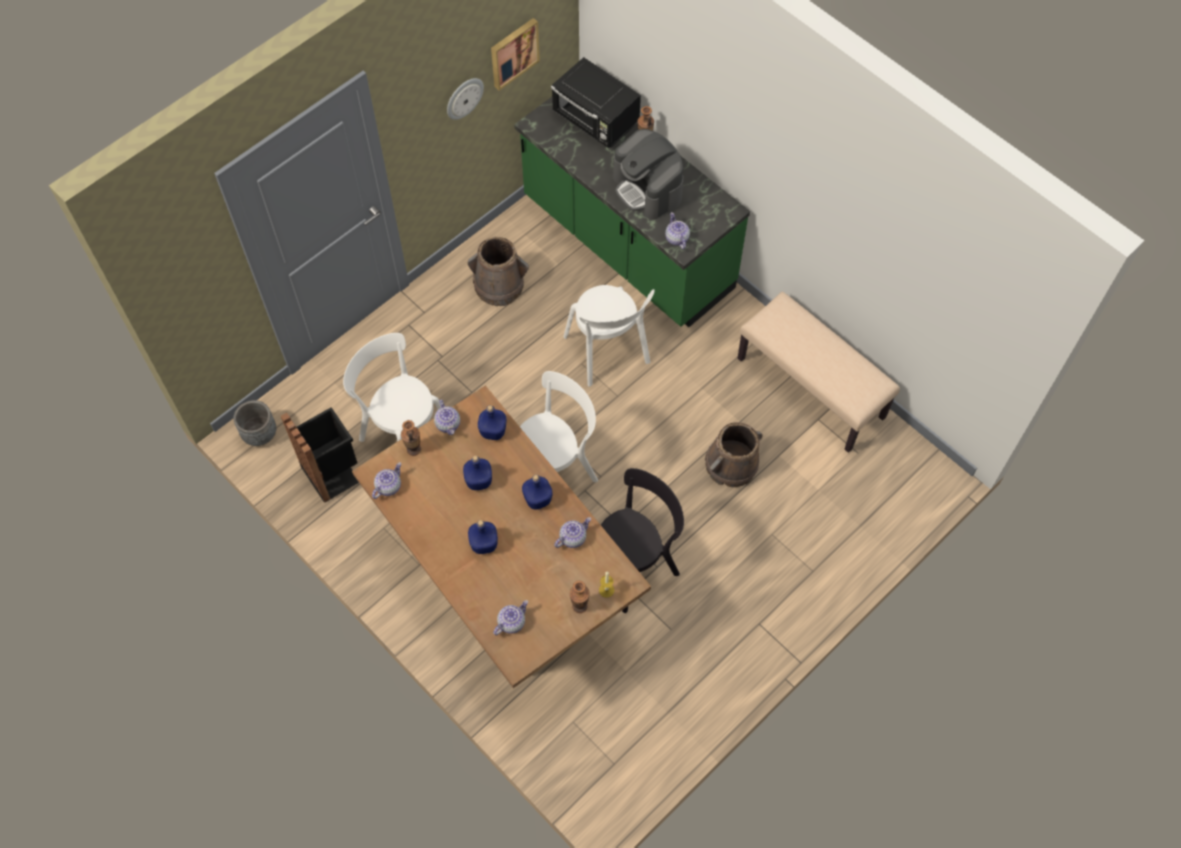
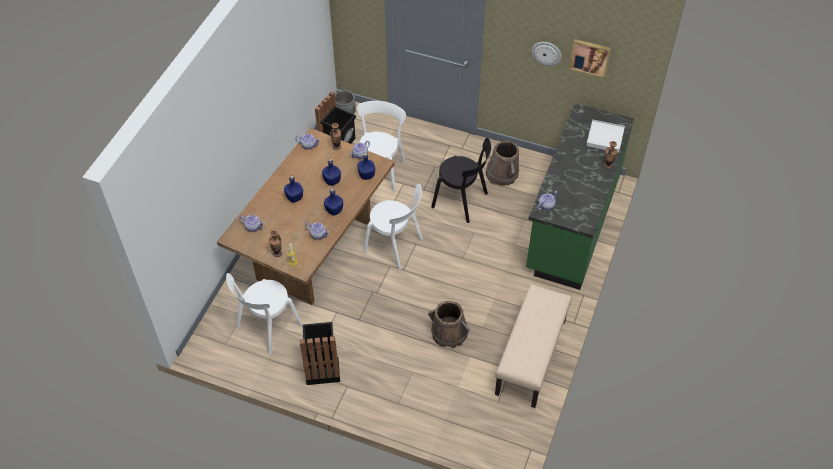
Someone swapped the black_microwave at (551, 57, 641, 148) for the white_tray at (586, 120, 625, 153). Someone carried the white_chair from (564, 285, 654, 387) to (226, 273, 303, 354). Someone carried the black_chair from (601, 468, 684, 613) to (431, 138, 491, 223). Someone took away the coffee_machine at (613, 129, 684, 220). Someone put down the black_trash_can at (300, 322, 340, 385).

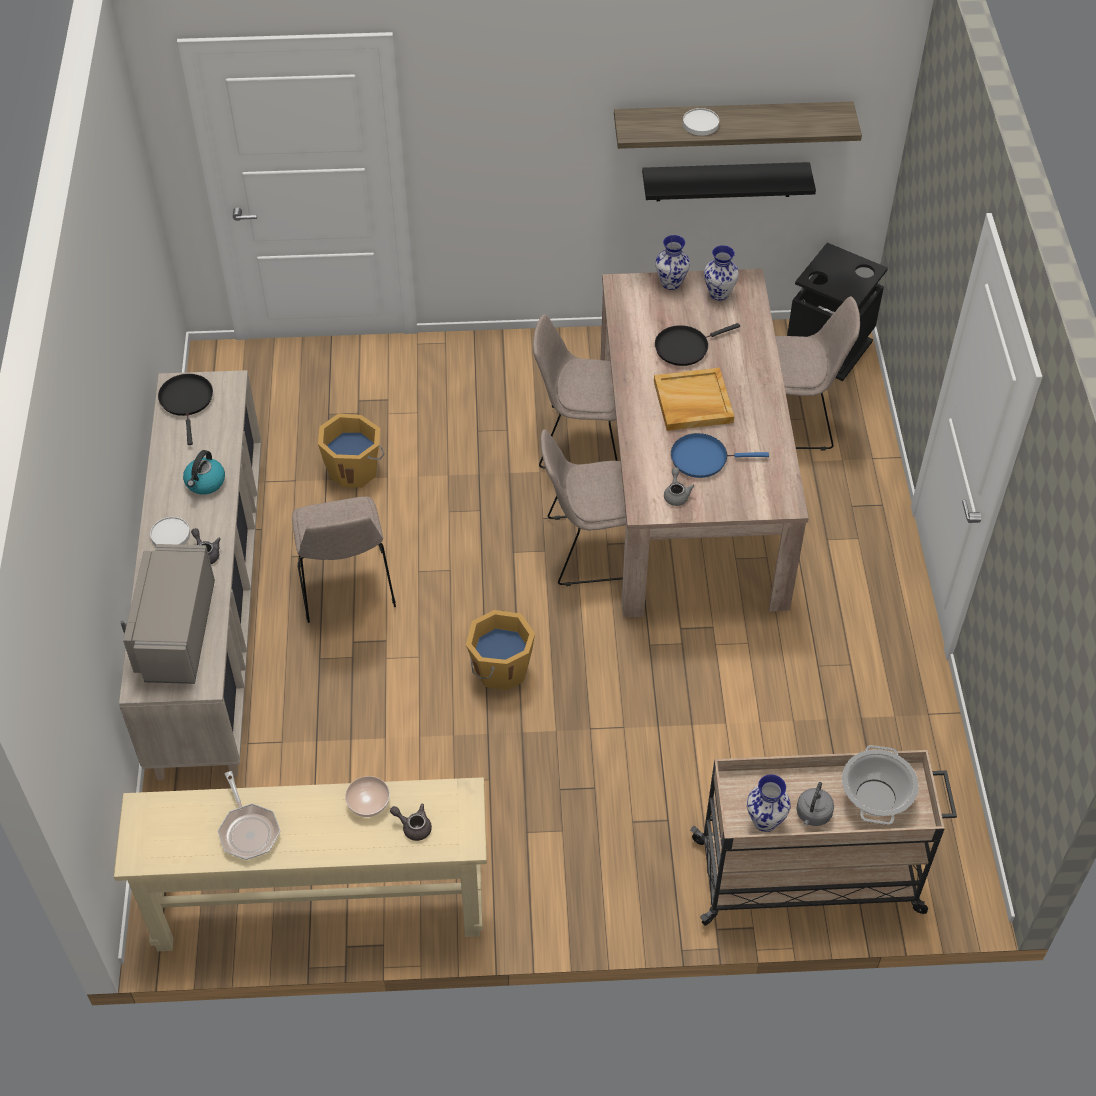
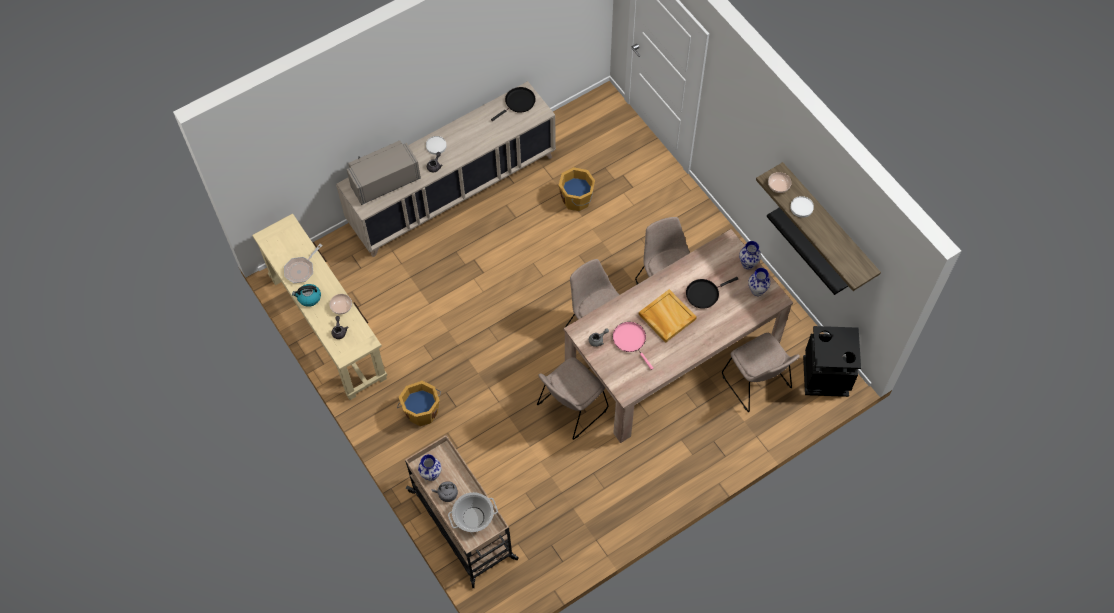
Someone carried the kettle from (183, 450, 225, 495) to (292, 284, 321, 307). Someone carried the beige_chair from (292, 497, 396, 623) to (537, 357, 609, 440). Someone carried the orange_bucket from (466, 610, 535, 690) to (397, 381, 441, 426). Someone rotated the black_frying_pan at (655, 323, 740, 366) by 60 degrees counterclockwise. Someone repainted the blue_frying_pan at (671, 433, 769, 478), which became the pink_frying_pan at (613, 322, 653, 370). Someone put down the bowl at (768, 172, 792, 193).

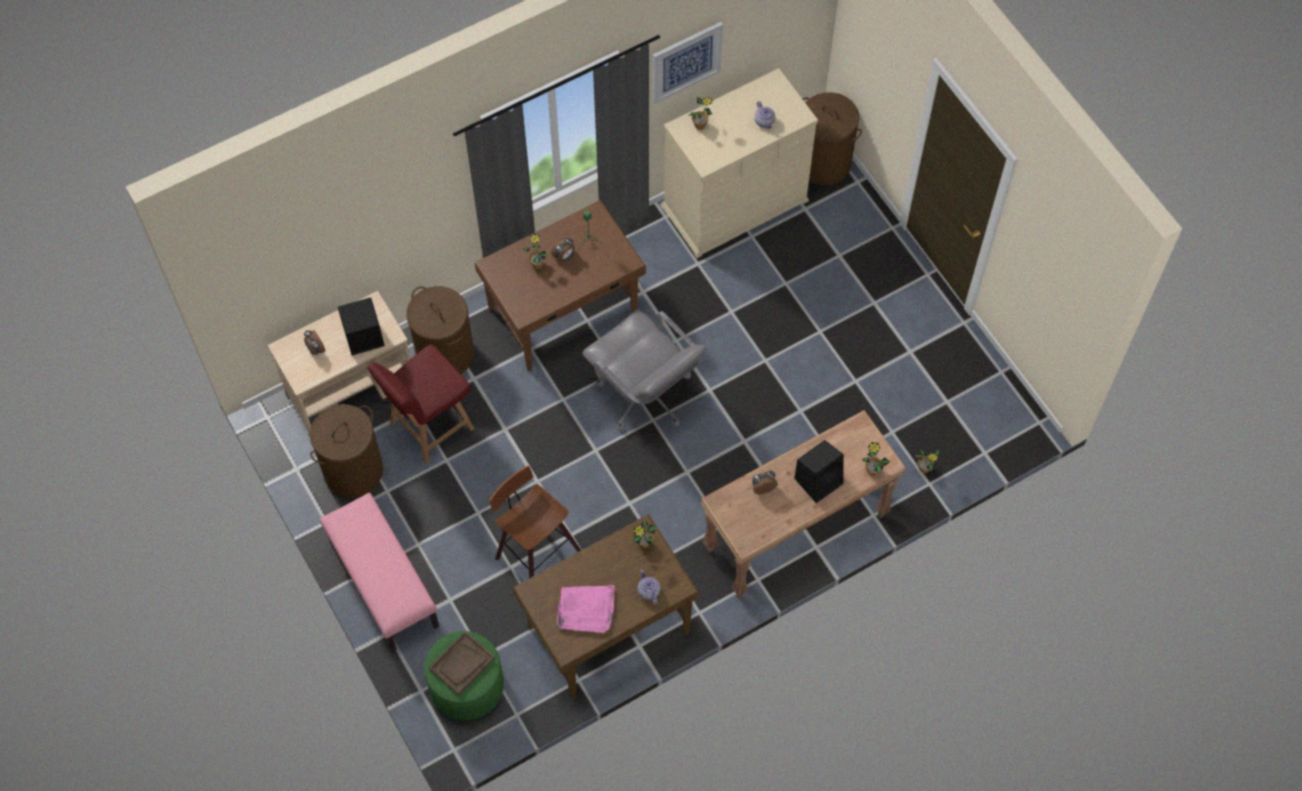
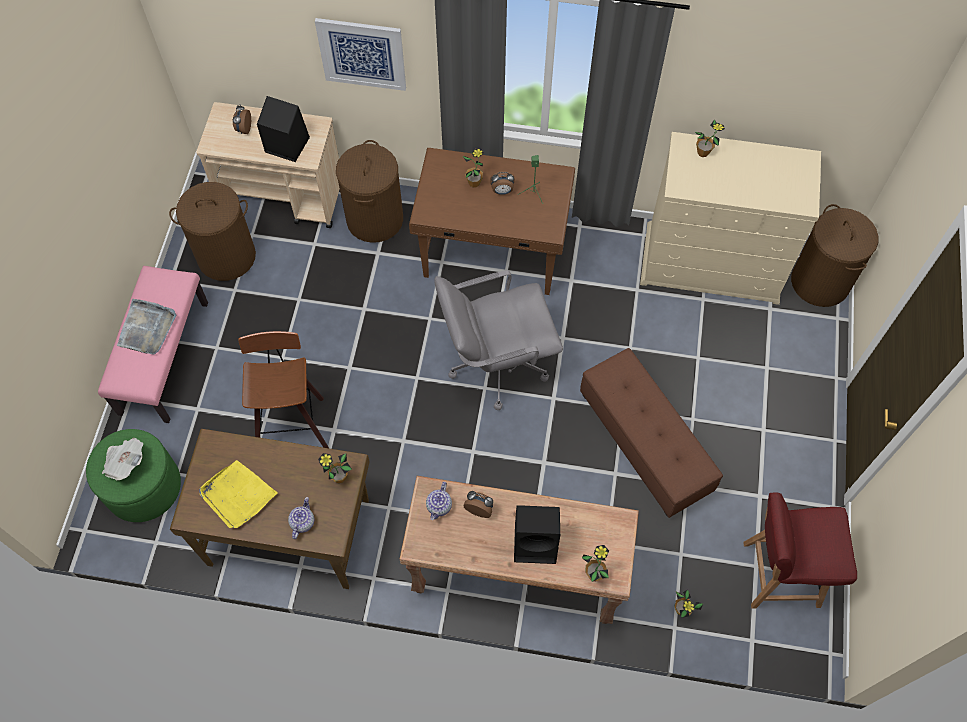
Someone carried the red_chair from (367, 344, 474, 464) to (743, 492, 857, 609). Someone swapped the brown_tray at (429, 631, 495, 695) for the newspaper at (102, 438, 143, 480). Someone repainted the pink_tray at (556, 585, 615, 633), which became the yellow_tray at (199, 460, 277, 528). Someone rotated the grey_office_chair at (583, 309, 706, 431) by 75 degrees clockwise. Someone carried the picture from (653, 22, 723, 104) to (315, 18, 406, 91). Someone carried the teapot from (755, 101, 775, 129) to (426, 482, 452, 520). Someone put down the grey_tray at (117, 299, 176, 355). Someone put down the brown_ottoman at (580, 348, 723, 518).

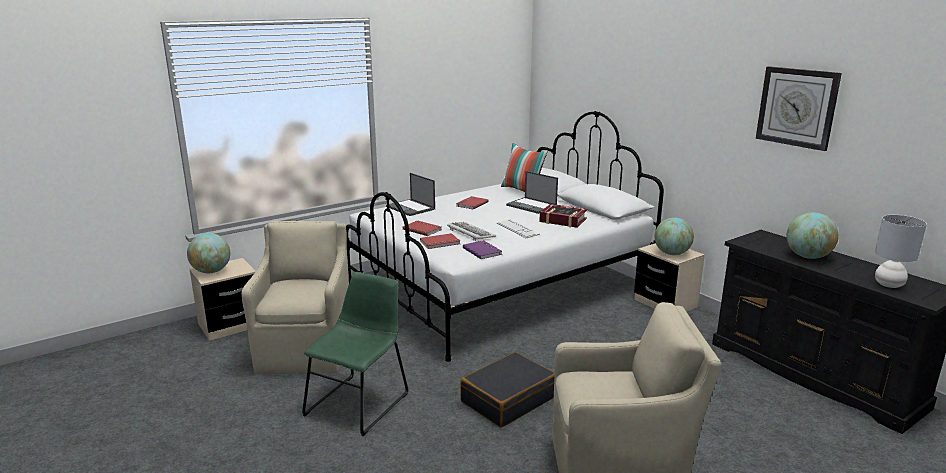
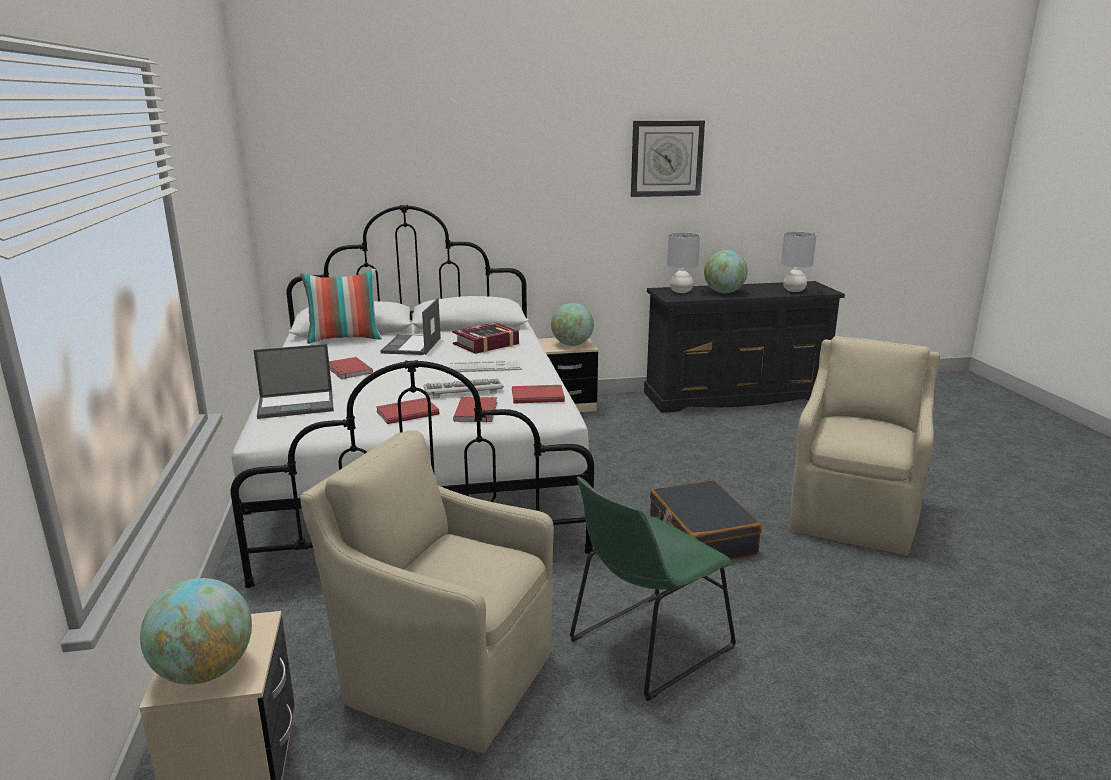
Someone rotated the green_chair at (302, 272, 409, 436) by 90 degrees counterclockwise. Someone repainted the purple_book at (463, 240, 502, 259), which became the red_book at (512, 385, 565, 404). Someone rotated the laptop at (506, 171, 558, 214) by 120 degrees clockwise. Someone put down the grey_table_lamp at (667, 232, 700, 293).

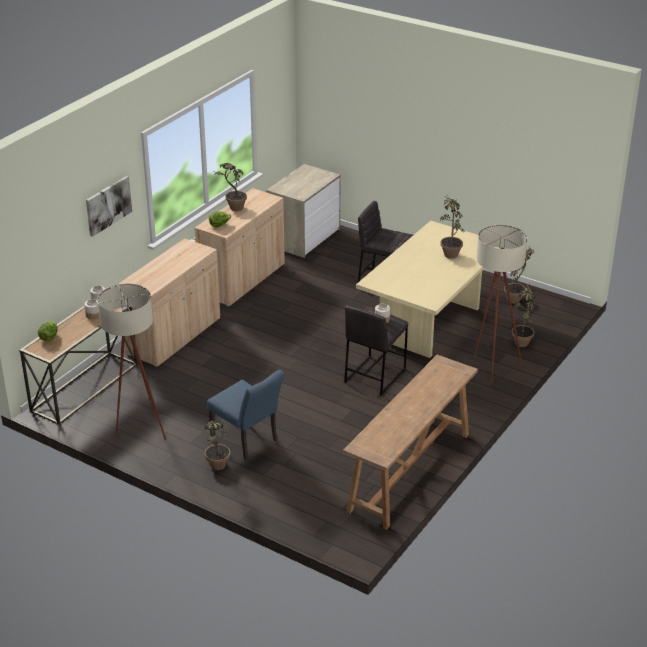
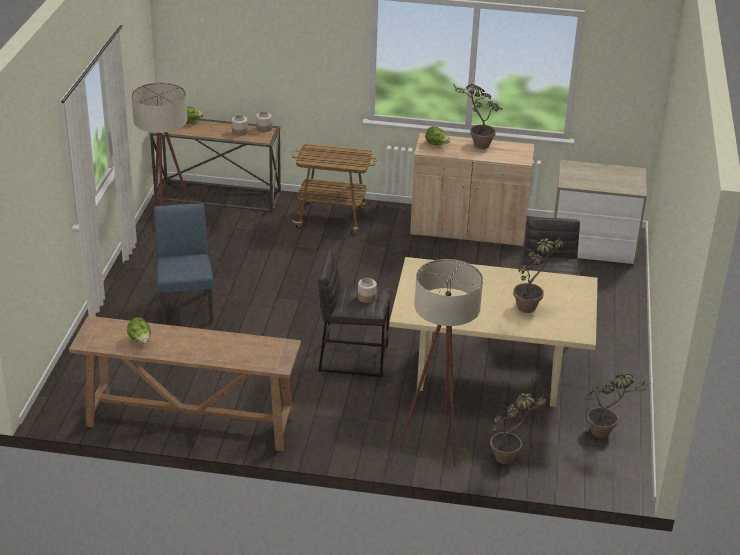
Someone took away the picture at (86, 176, 132, 237). Someone swapped the beige_cabinet at (119, 238, 220, 367) for the cart at (292, 144, 377, 235). Someone took away the potted_plant at (205, 421, 230, 470). Someone rotated the blue_chair at (207, 370, 284, 460) by 150 degrees clockwise. Someone put down the lettuce at (127, 318, 151, 344).

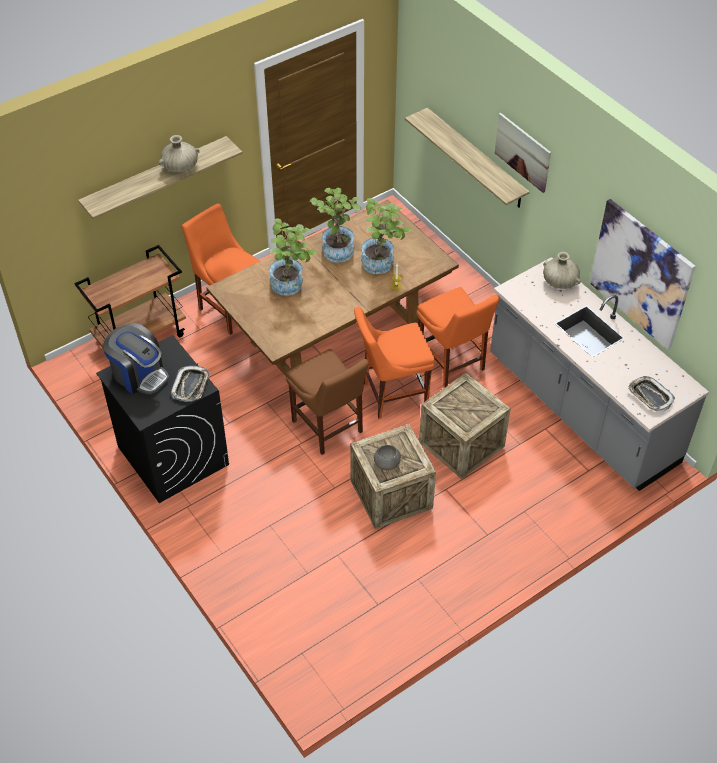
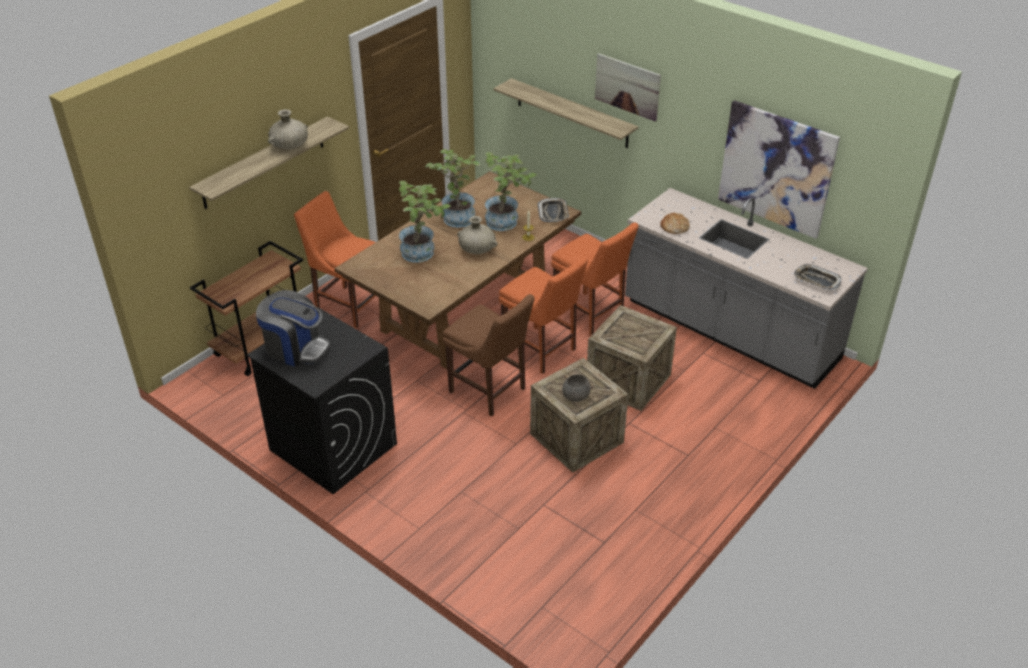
Someone carried the tray from (171, 366, 209, 402) to (538, 198, 569, 222). Someone rotated the orange_chair at (354, 307, 435, 419) by 105 degrees counterclockwise. Someone carried the beige_vase from (543, 252, 581, 289) to (457, 216, 497, 254). Someone put down the bread at (660, 213, 690, 234).

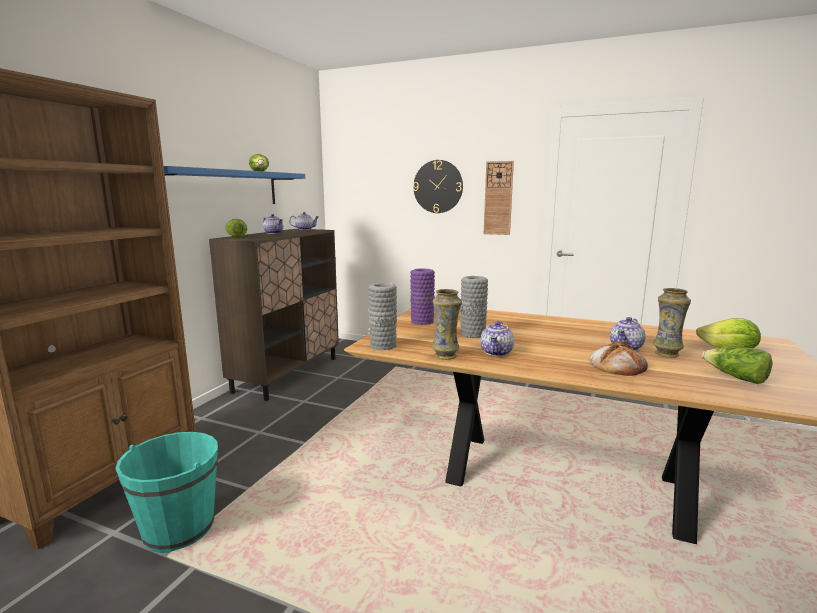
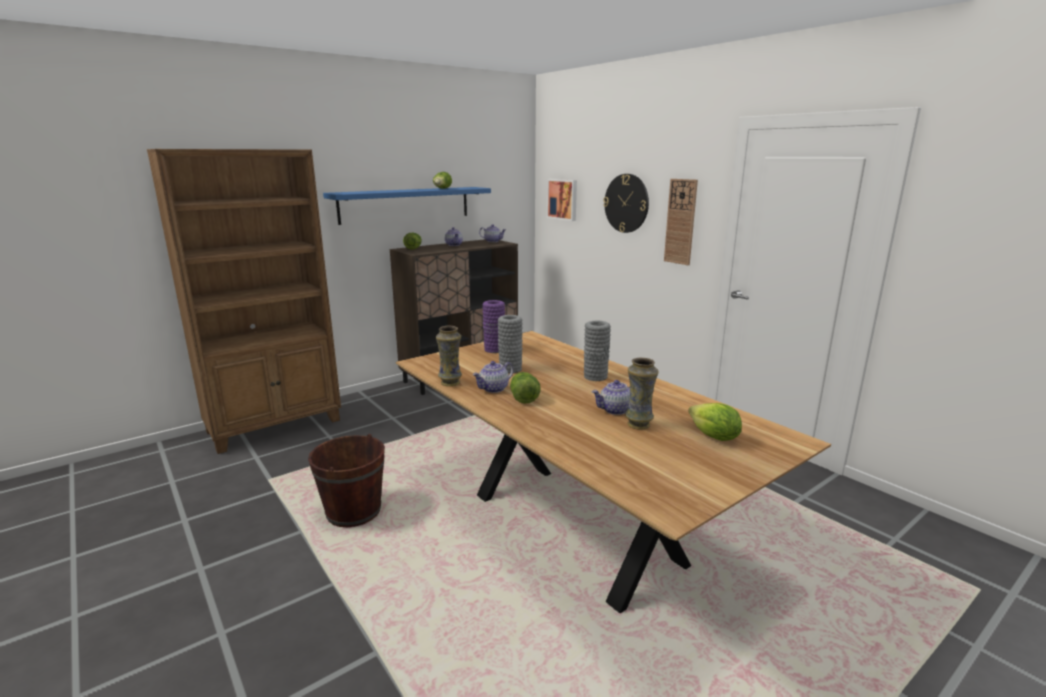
Someone took away the turquoise_bucket at (115, 432, 218, 553). Someone carried the grey_vase from (368, 283, 397, 350) to (584, 321, 611, 381). Someone took away the bread at (590, 341, 648, 376). Someone carried the lettuce from (702, 347, 772, 384) to (510, 372, 541, 404). Someone put down the brown_bucket at (308, 434, 385, 527). Someone put up the picture at (547, 179, 577, 221).

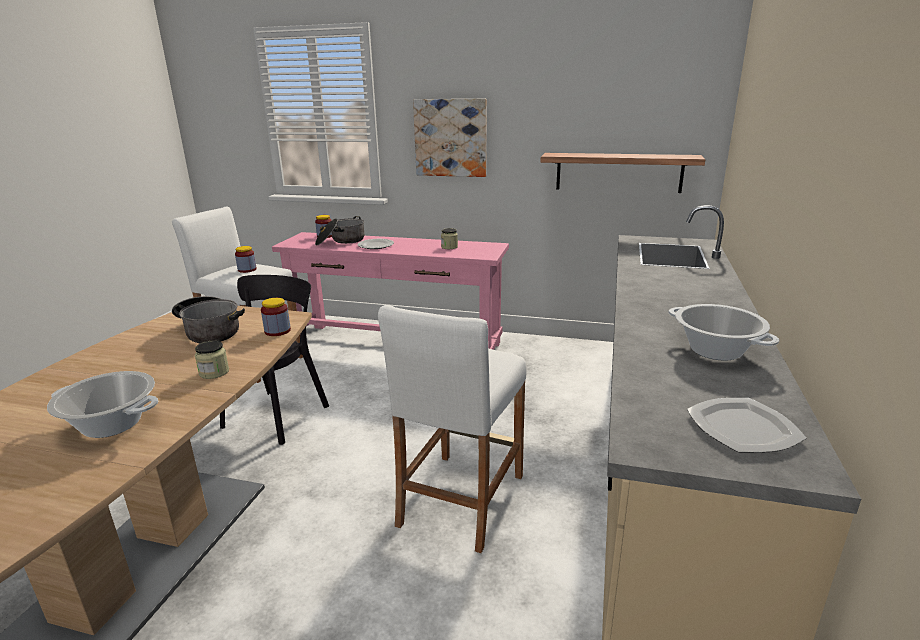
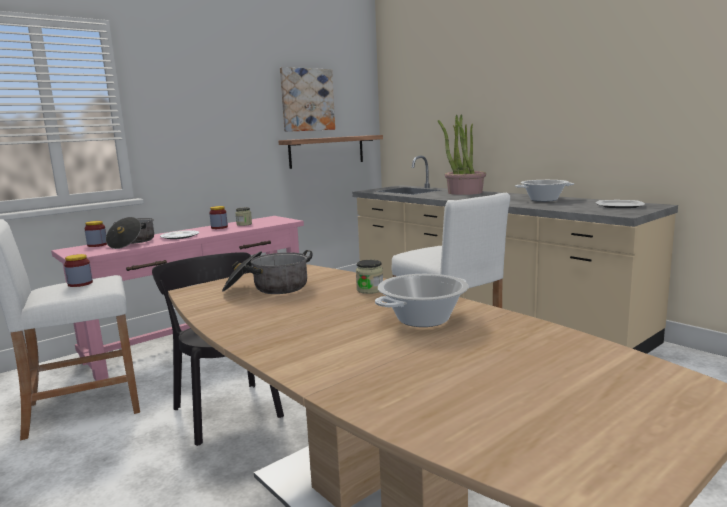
Someone carried the jar from (261, 298, 291, 336) to (209, 206, 228, 229). Someone carried the picture from (413, 99, 487, 177) to (280, 67, 335, 132). Someone put down the potted_plant at (438, 115, 486, 195).

